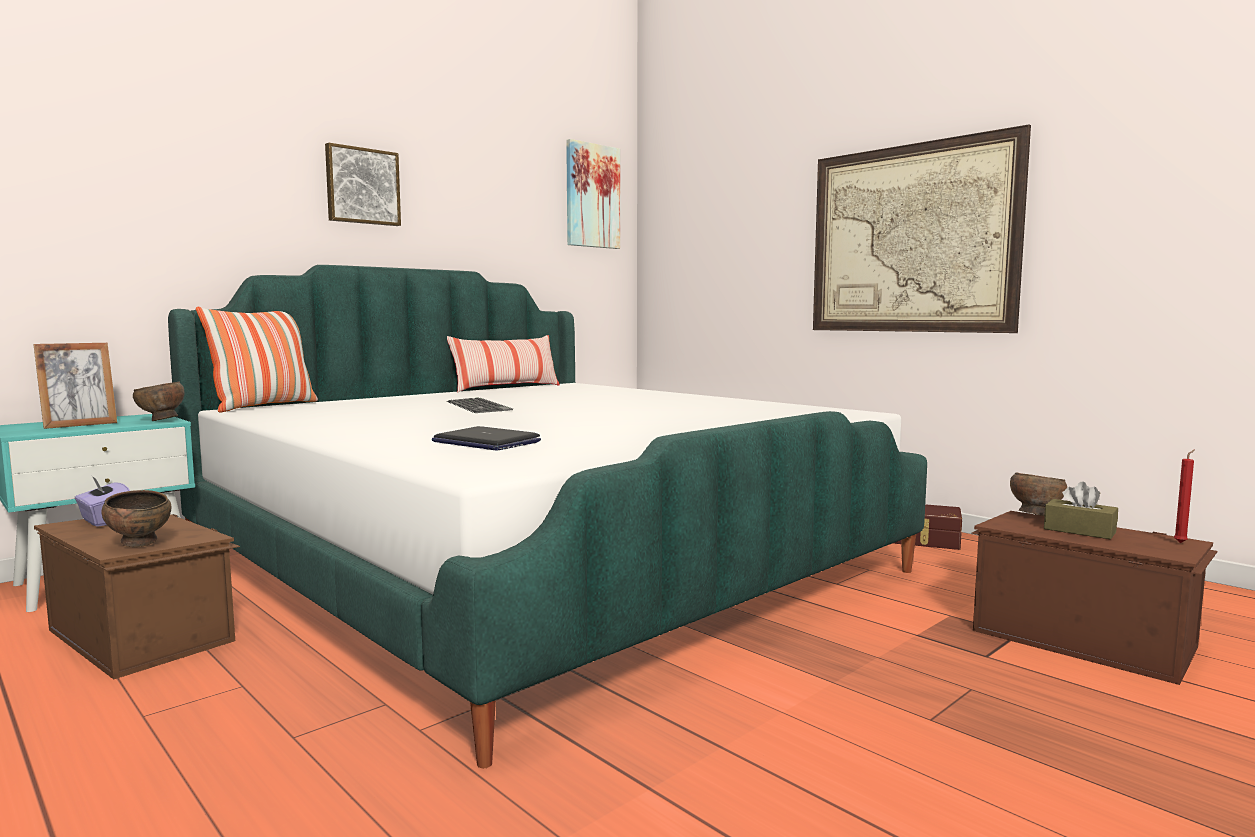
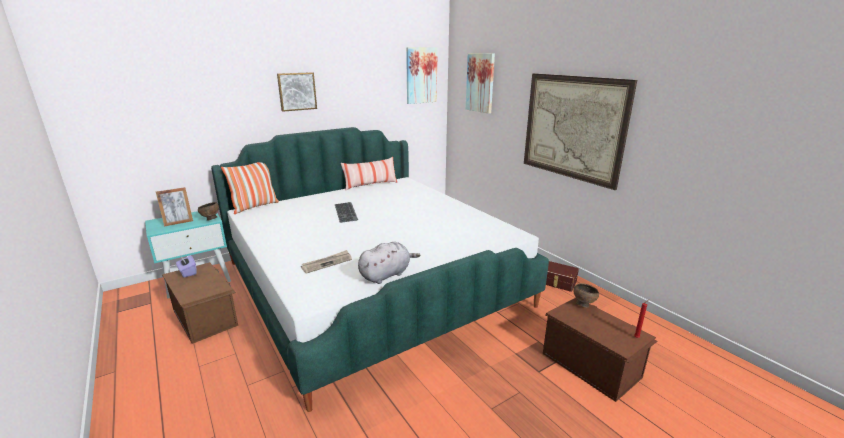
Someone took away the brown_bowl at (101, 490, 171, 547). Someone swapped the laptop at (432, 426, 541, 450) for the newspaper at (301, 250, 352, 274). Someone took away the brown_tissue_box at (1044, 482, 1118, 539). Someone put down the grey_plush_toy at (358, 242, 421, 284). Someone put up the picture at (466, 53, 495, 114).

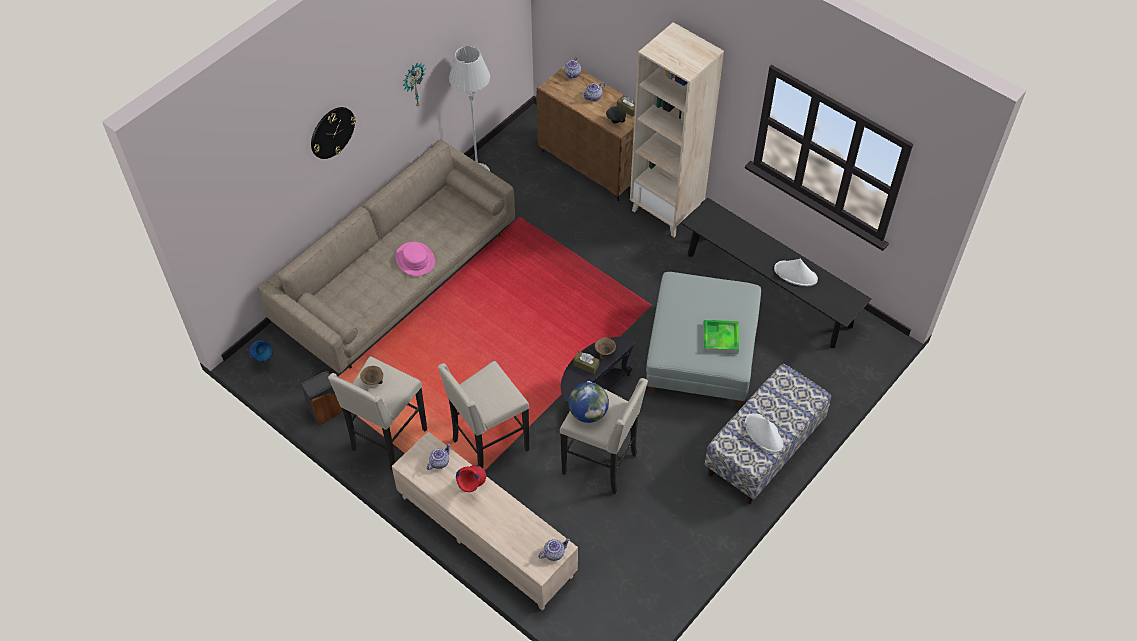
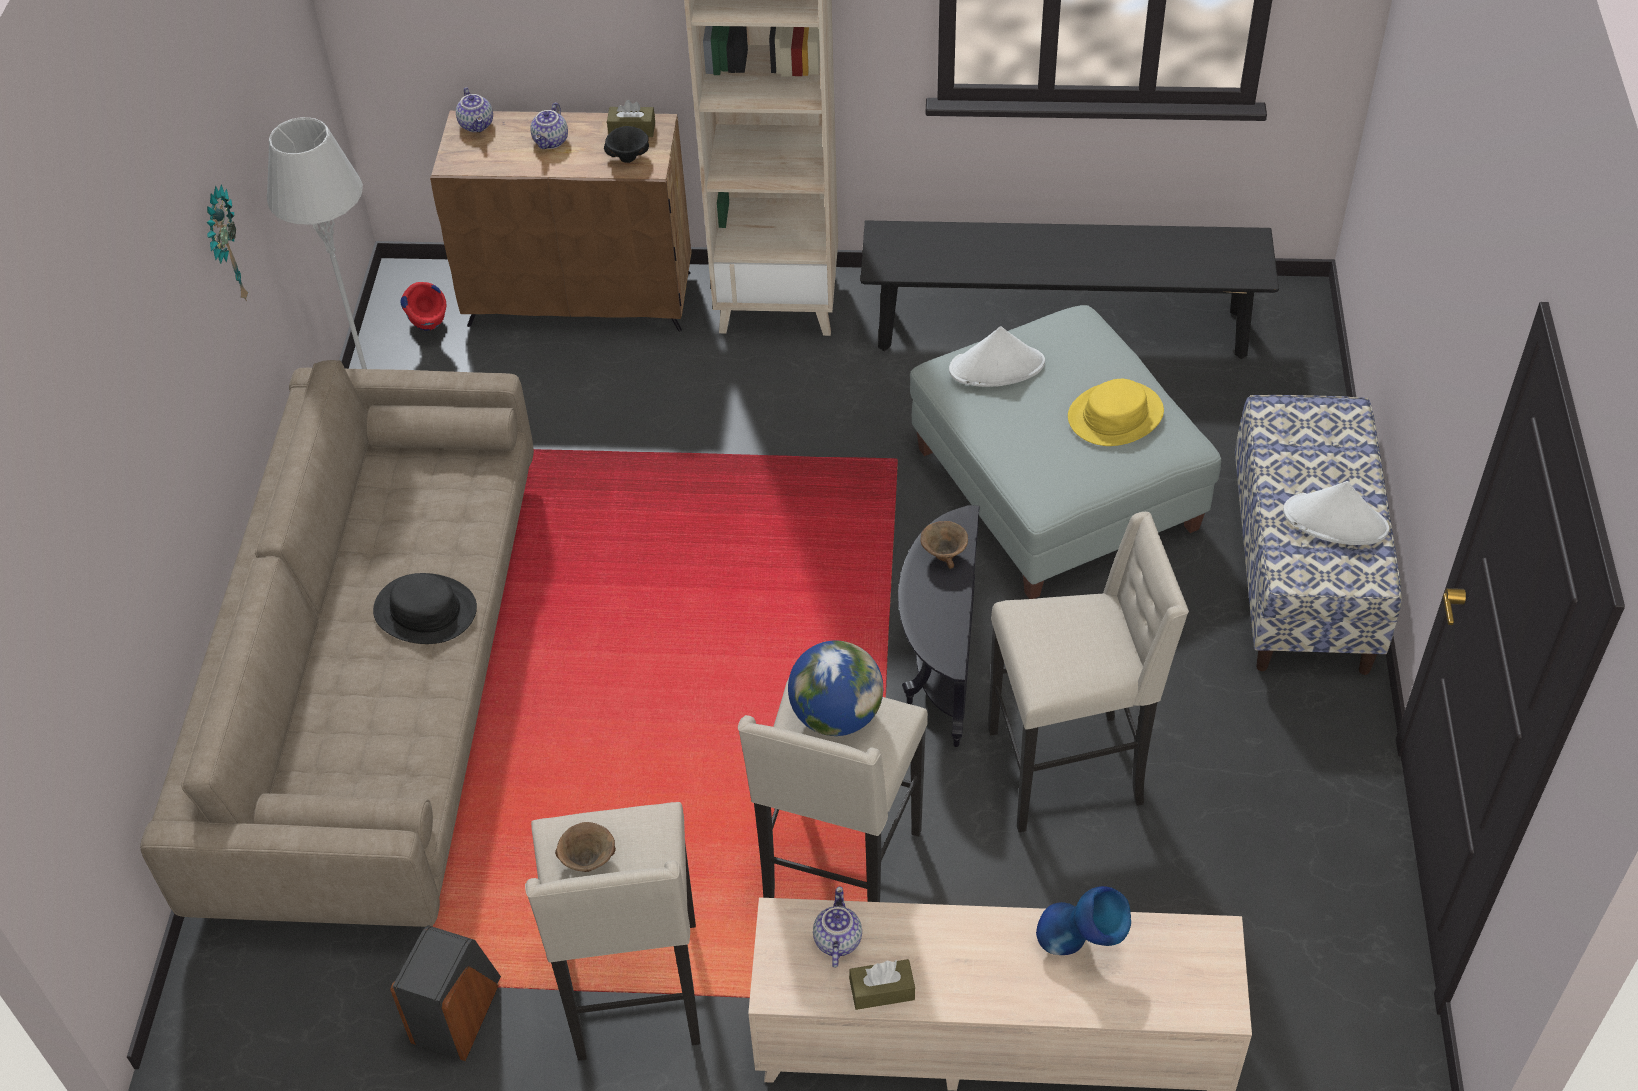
Someone carried the blue_vase from (249, 340, 273, 362) to (1036, 886, 1131, 955). Someone took away the wall_clock at (311, 107, 356, 159). Someone repainted the pink_hat at (395, 242, 435, 276), which became the black_hat at (373, 573, 477, 644). Someone carried the red_vase from (456, 465, 486, 492) to (400, 282, 446, 331). Someone took away the teapot at (538, 539, 570, 561). Someone carried the globe from (568, 382, 609, 423) to (788, 640, 883, 736). Someone carried the brown_tissue_box from (574, 351, 599, 374) to (849, 959, 915, 1010). Someone swapped the tray at (703, 320, 739, 354) for the yellow_hat at (1068, 379, 1164, 446). Someone carried the white_hat from (774, 259, 818, 286) to (949, 326, 1045, 387).

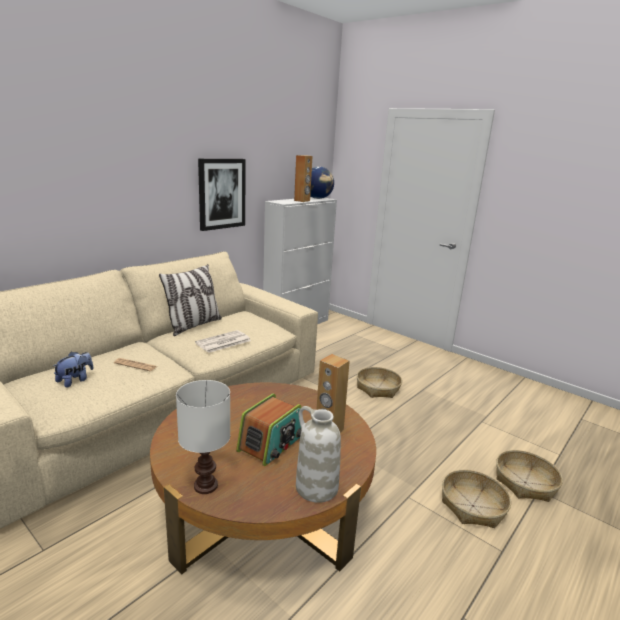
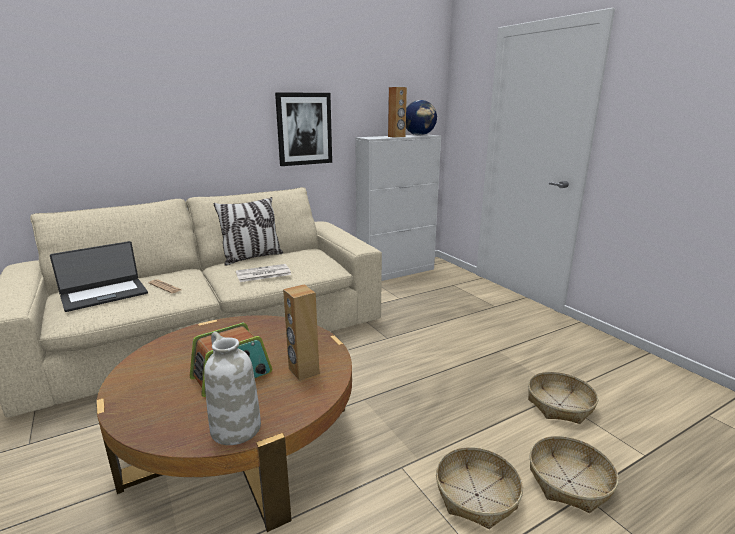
Someone swapped the plush_toy at (53, 352, 93, 388) for the laptop at (50, 241, 148, 312). Someone took away the white_table_lamp at (176, 380, 230, 494). Someone carried the basket from (357, 367, 402, 398) to (528, 372, 599, 424).

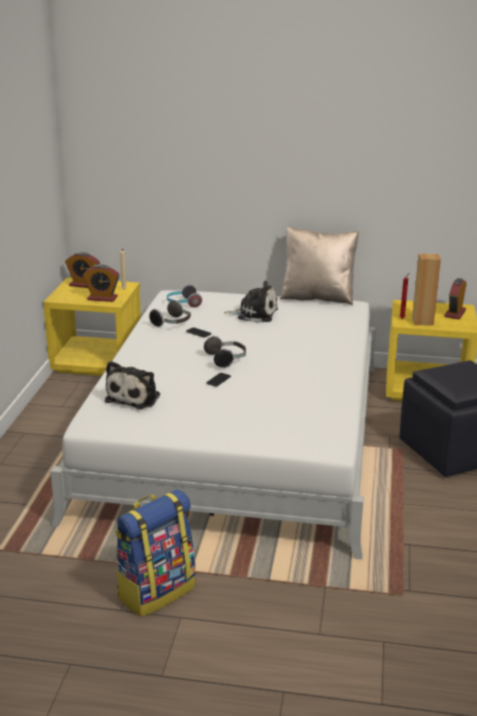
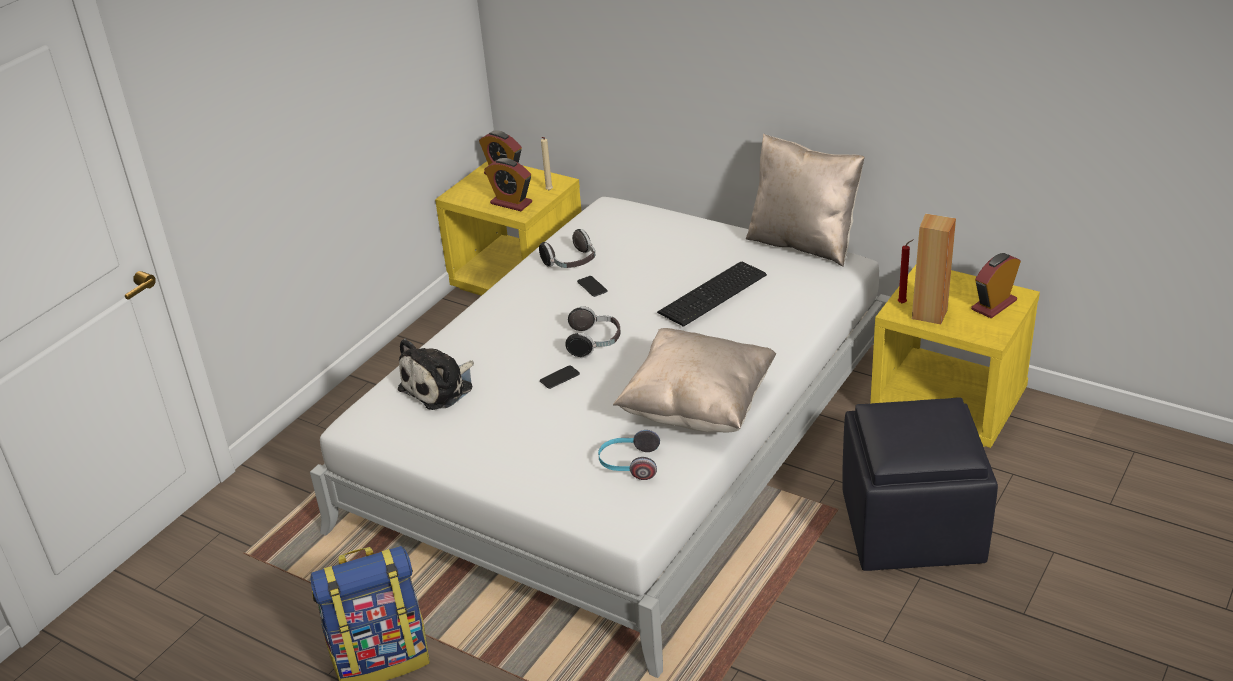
Someone carried the headphones from (167, 285, 202, 307) to (598, 430, 660, 480). Someone took away the plush_toy at (224, 281, 278, 323). Someone put down the beige_pillow at (613, 328, 776, 432). Someone put down the keyboard at (657, 262, 767, 327).

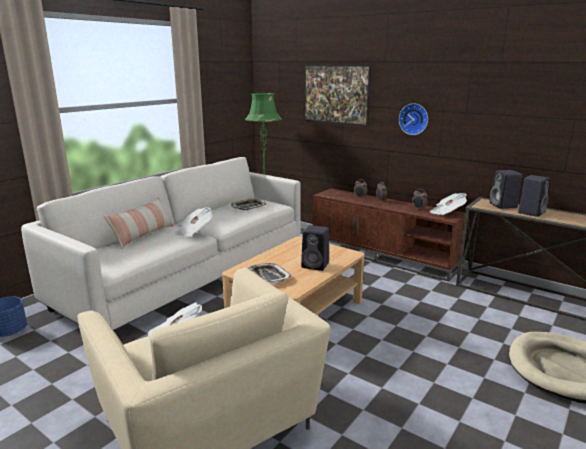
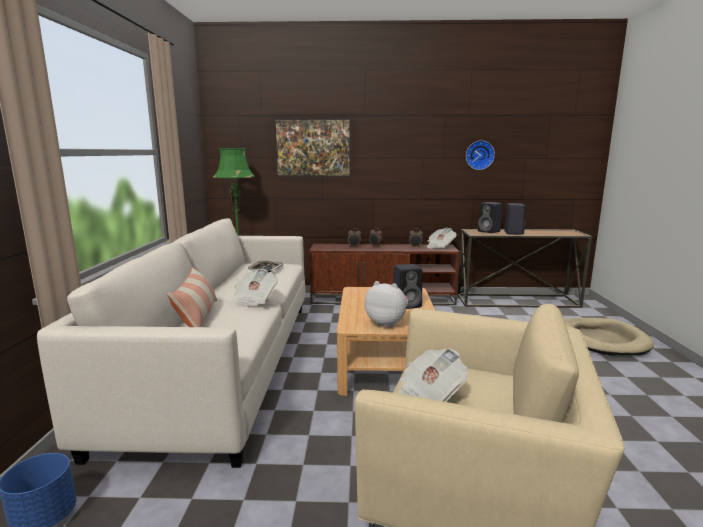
Someone swapped the tray at (248, 263, 292, 284) for the plush_toy at (365, 281, 408, 328). Someone carried the wall_clock from (399, 103, 428, 135) to (466, 140, 495, 170).

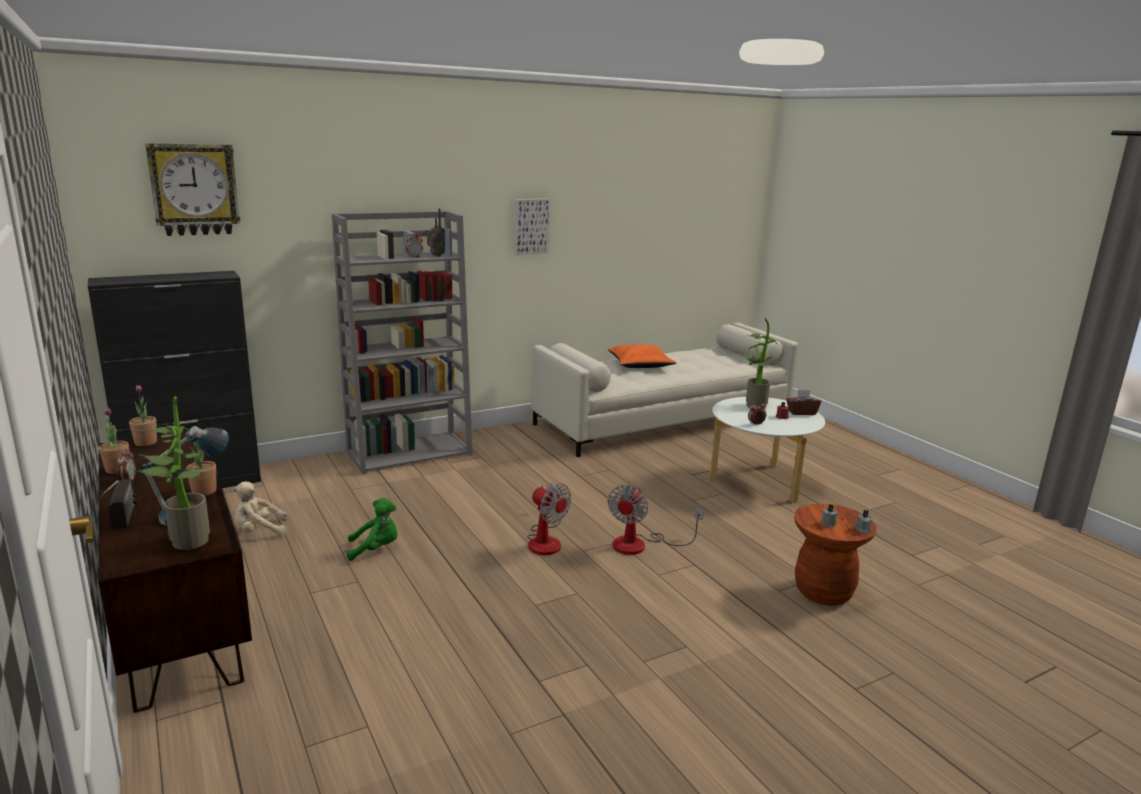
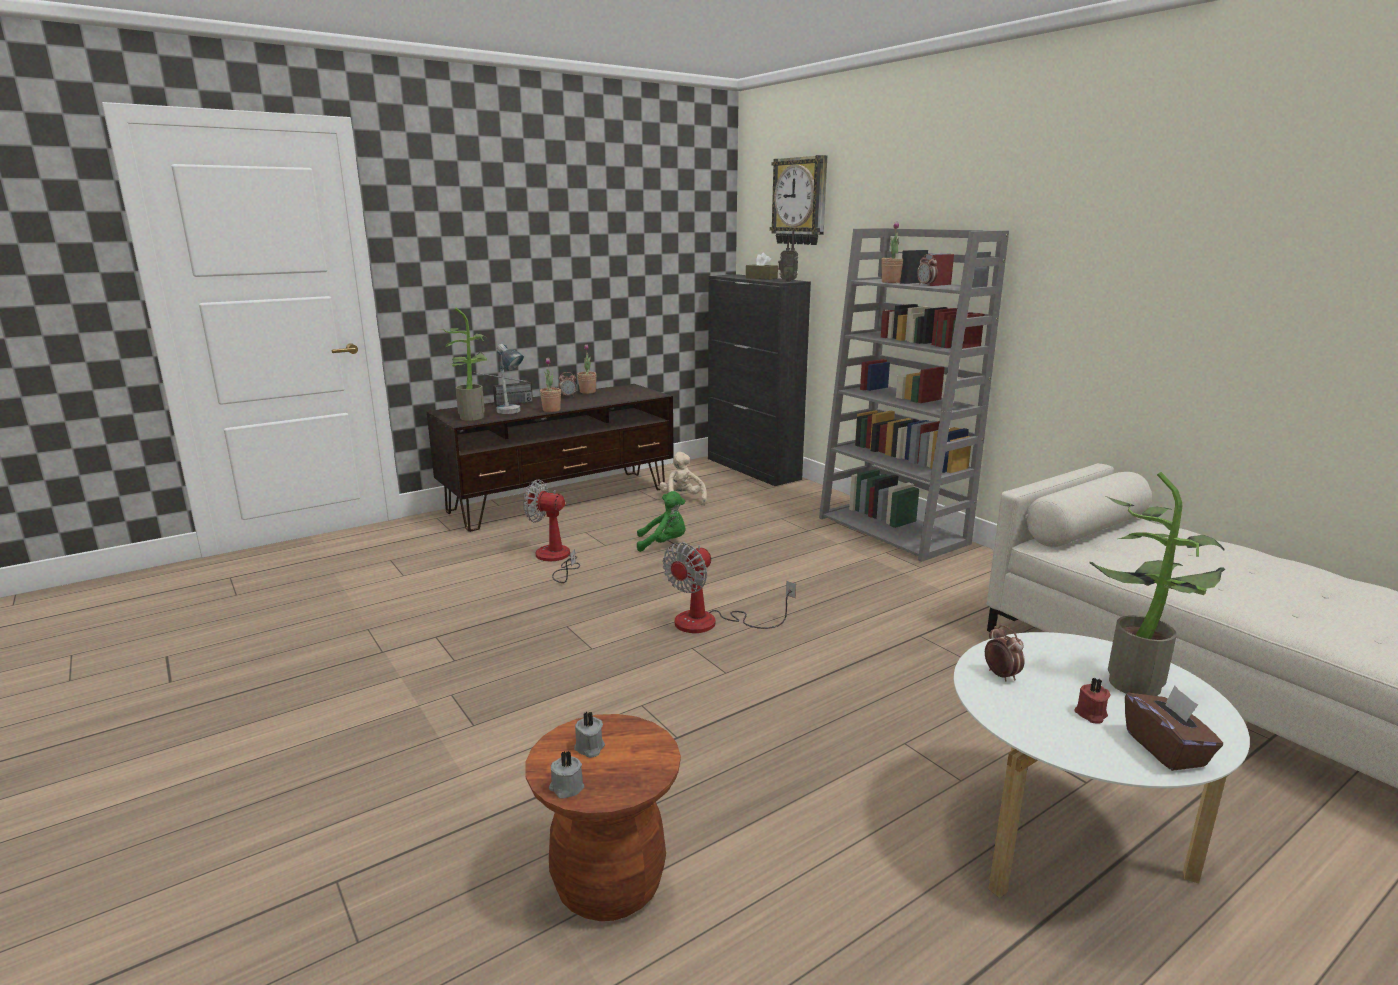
Someone carried the potted_plant from (129, 385, 157, 446) to (881, 221, 903, 283). Someone rotated the green_plush_toy at (347, 498, 398, 561) by 75 degrees counterclockwise. Someone carried the radio from (427, 209, 445, 257) to (778, 230, 798, 282). Someone took away the picture at (515, 199, 550, 255). Someone took away the orange_pillow at (608, 345, 677, 368). Someone carried the fan from (608, 485, 704, 555) to (523, 480, 580, 583). Someone put down the brown_tissue_box at (746, 253, 778, 279).

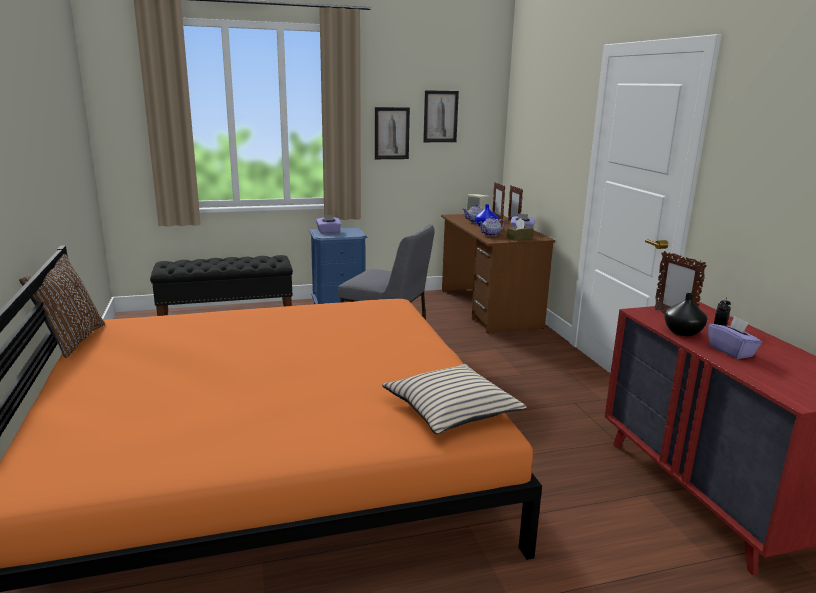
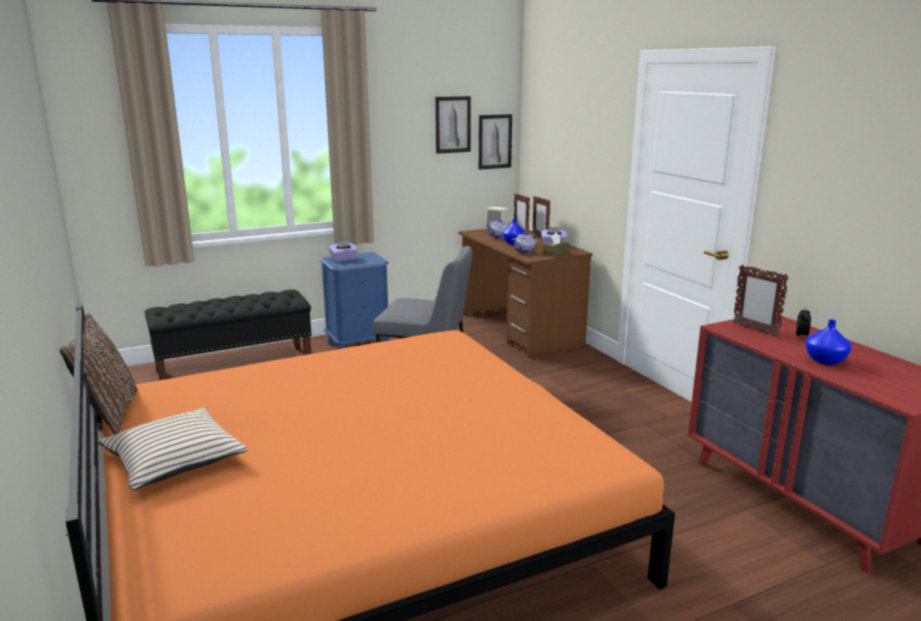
Someone carried the picture from (375, 107, 410, 159) to (479, 114, 512, 170). Someone carried the beige_pillow from (382, 364, 526, 434) to (98, 408, 248, 490). Someone took away the black_vase at (664, 293, 707, 336). Someone swapped the purple_tissue_box at (708, 316, 762, 359) for the blue_vase at (805, 320, 852, 365).

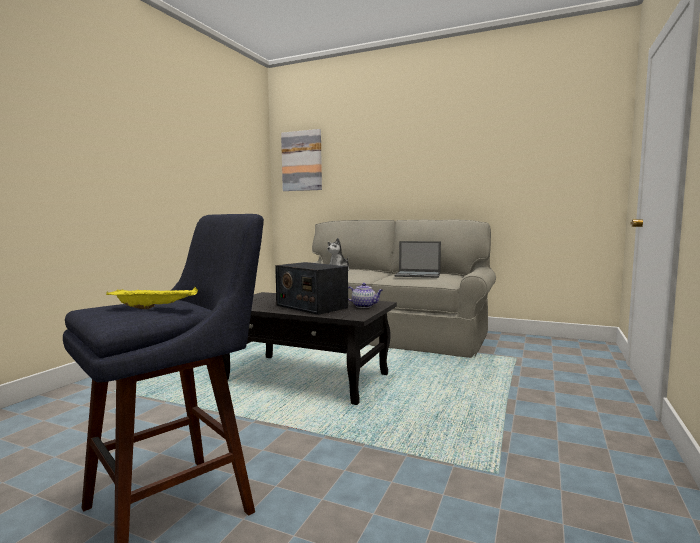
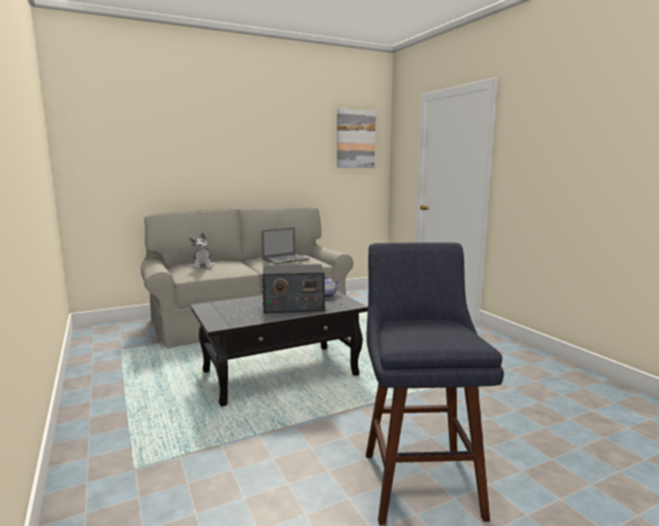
Someone took away the yellow_tray at (106, 287, 198, 309). Someone carried the picture from (281, 129, 322, 191) to (337, 108, 376, 168).

